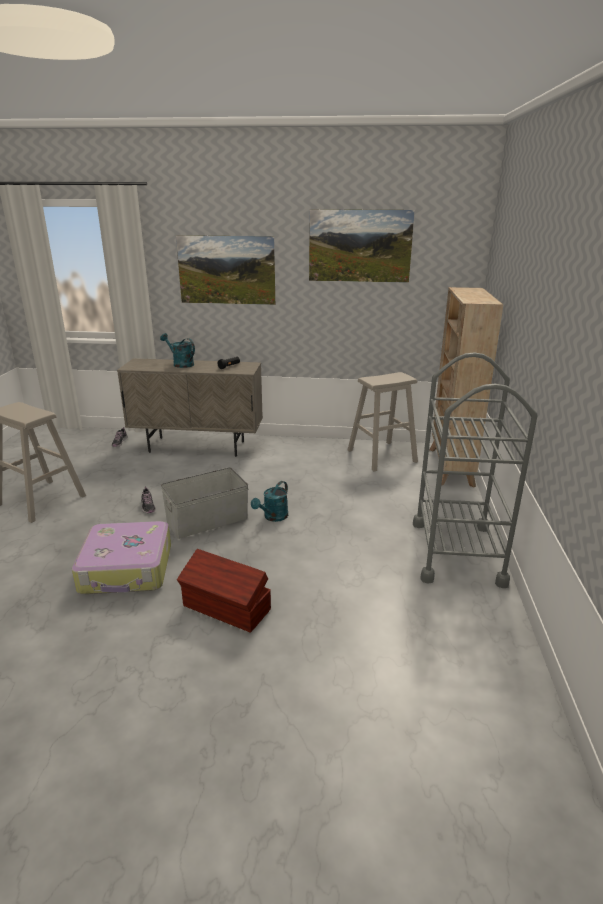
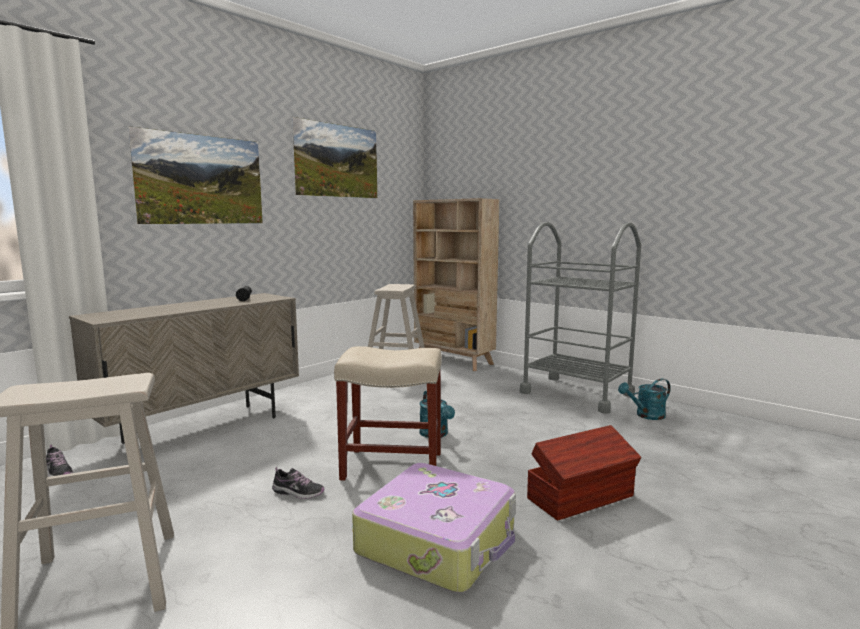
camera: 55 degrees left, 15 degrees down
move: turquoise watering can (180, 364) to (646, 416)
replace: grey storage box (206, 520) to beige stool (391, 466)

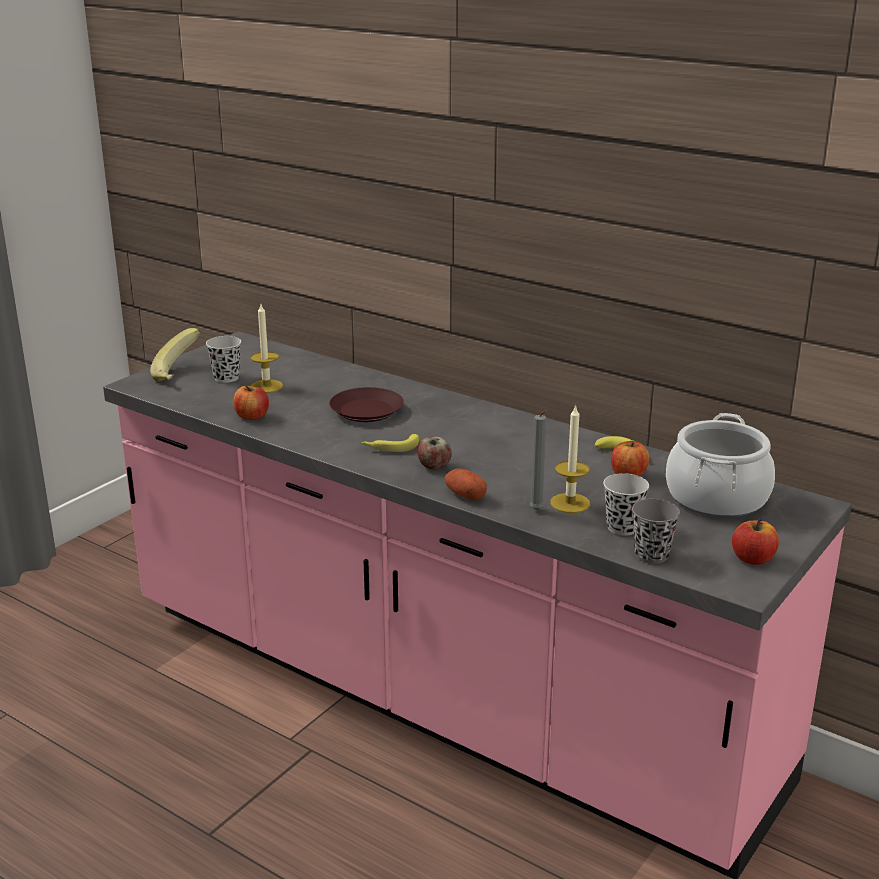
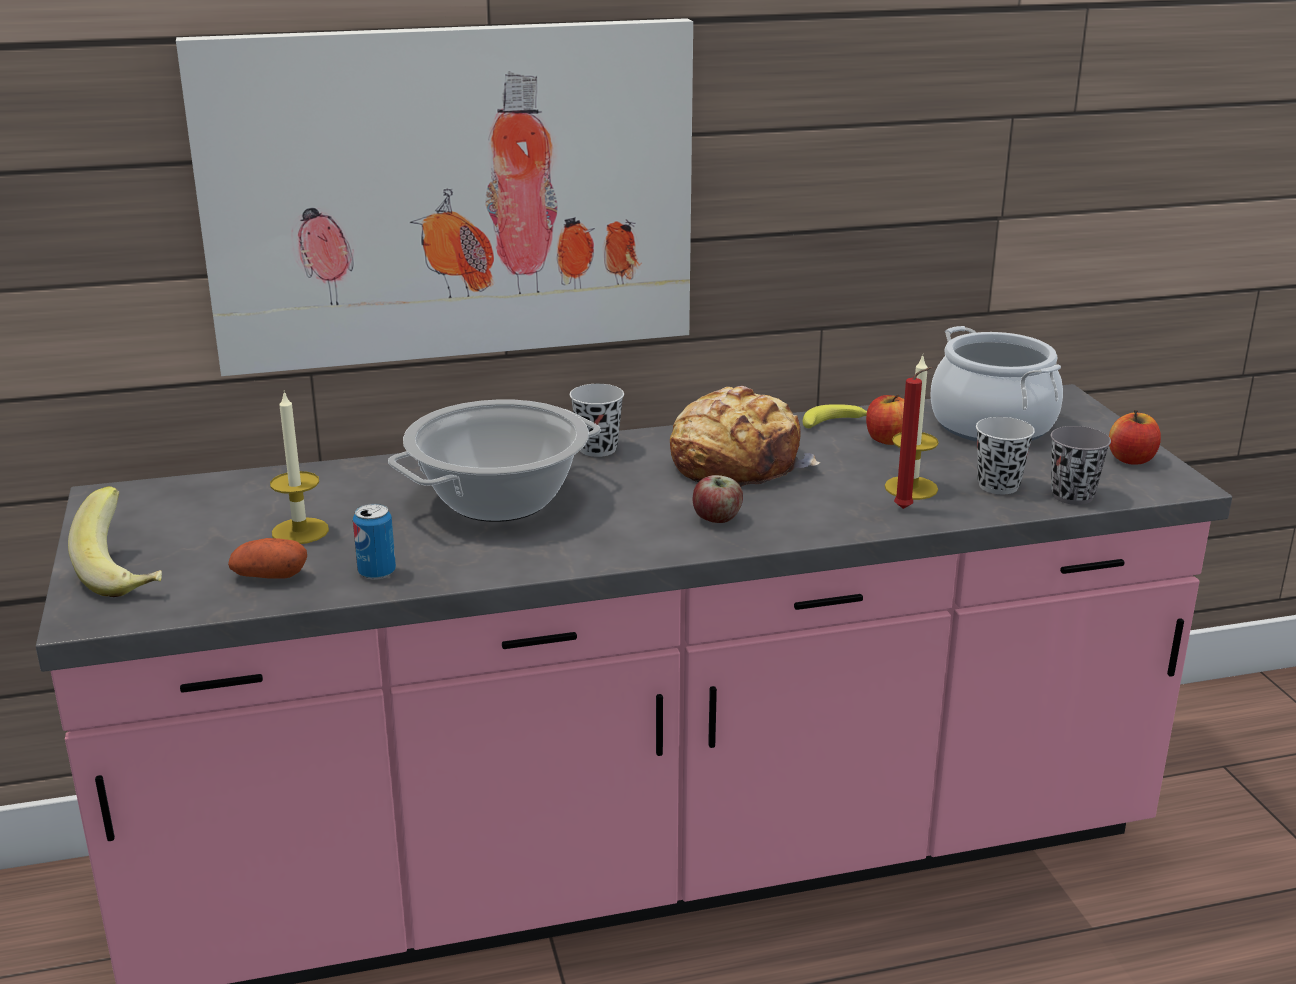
camera: 50 degrees left, 0 degrees up
delete: banana (390, 447)
insert: picture (452, 195); bread (736, 462)
move: black cup (226, 378) to (597, 449); potato (465, 495) to (269, 576)
replace: apple (252, 416) to can (377, 572); brown plate (367, 411) to cooking pot (499, 500)
recolor: grey candle (537, 511) to red candle (906, 509)

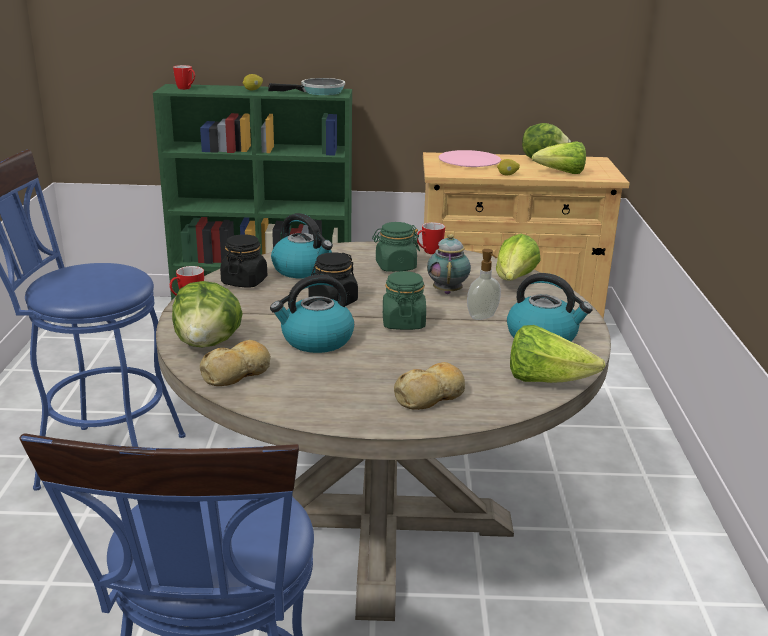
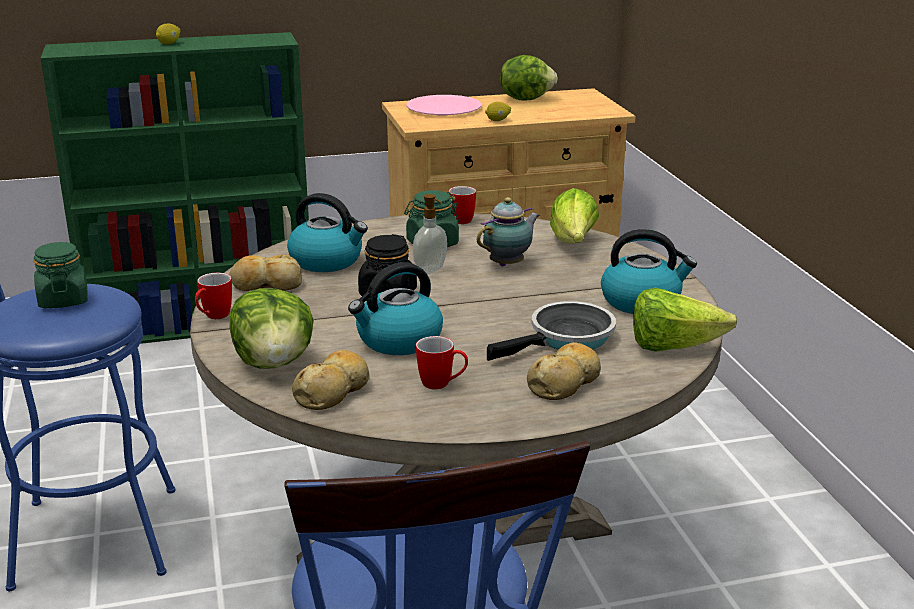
camera: 15 degrees left, 0 degrees up
delete: lettuce (561, 173)
move: mug (186, 89) to (442, 385); frying pan (319, 92) to (566, 339); green jar (403, 323) to (63, 300); soap dispenser (483, 317) to (431, 270)
replace: black jar (244, 281) to bread (266, 284)
rotate: teapot (447, 291) = (508, 264) 60 degrees clockwise

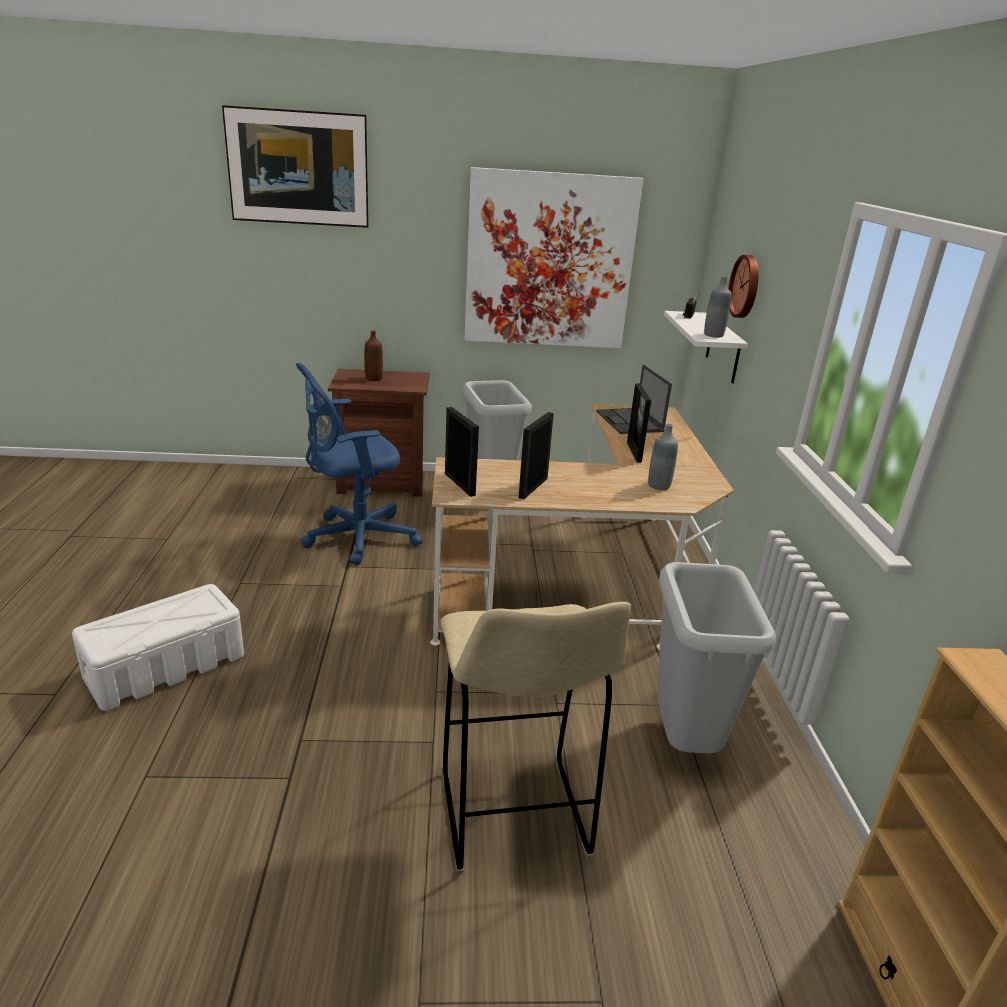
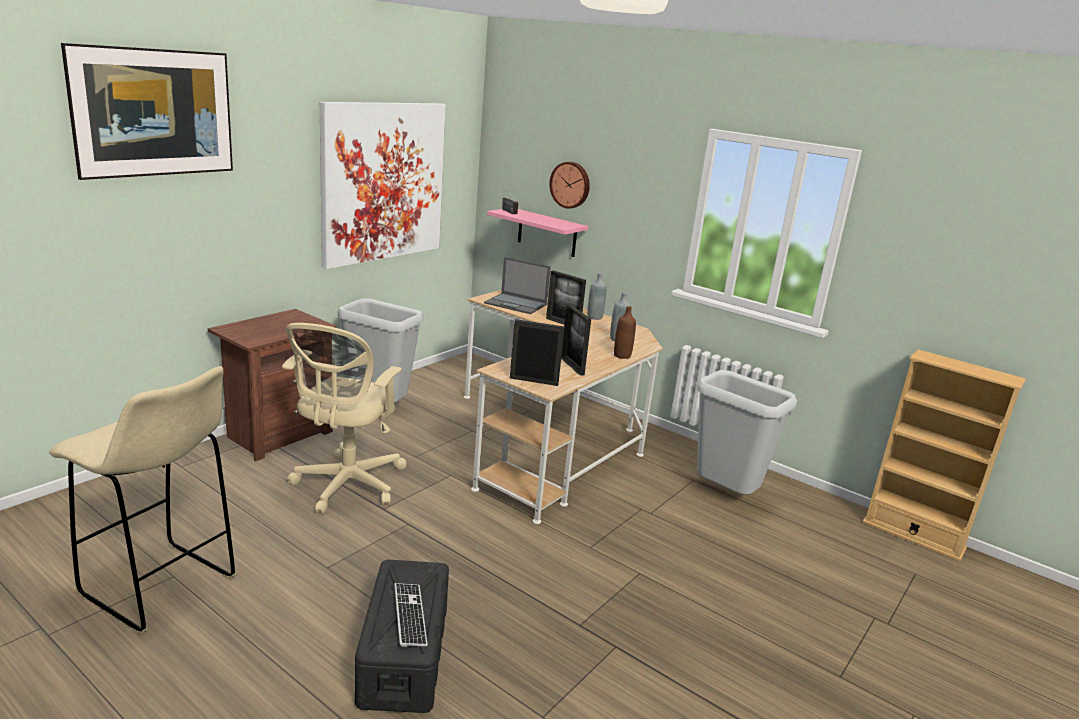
camera: 50 degrees left, 5 degrees down
insert: keyboard (410, 616)
move: brown bottle (373, 378) to (622, 355); beige stool (514, 819) to (161, 588); grey bottle (713, 335) to (594, 317)
recolor: white storage box (167, 666) to black storage box (404, 654); blue office chair (355, 538) to beige office chair (346, 486); white shelf (723, 348) to pink shelf (547, 232)

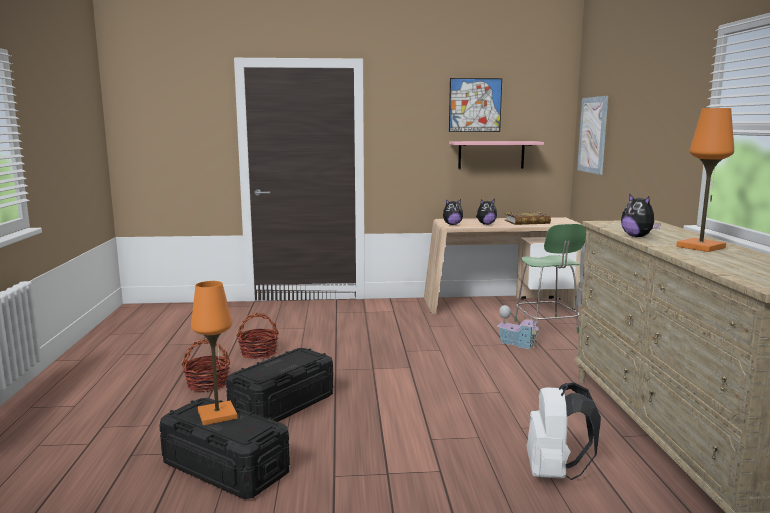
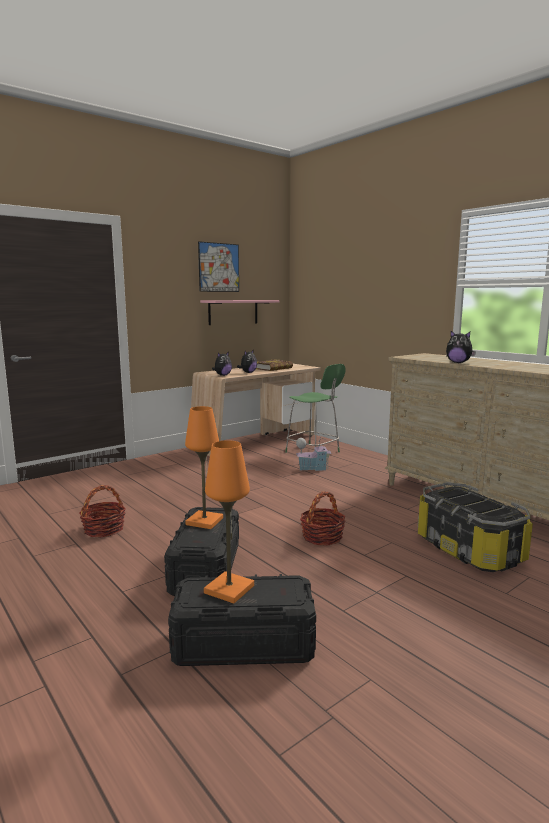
camera: 35 degrees left, 0 degrees up
delete: picture (592, 135)
move: basket (207, 384) to (322, 537); orange table lamp (700, 247) to (204, 521)
replace: white backpack (555, 473) to storage box (469, 549)

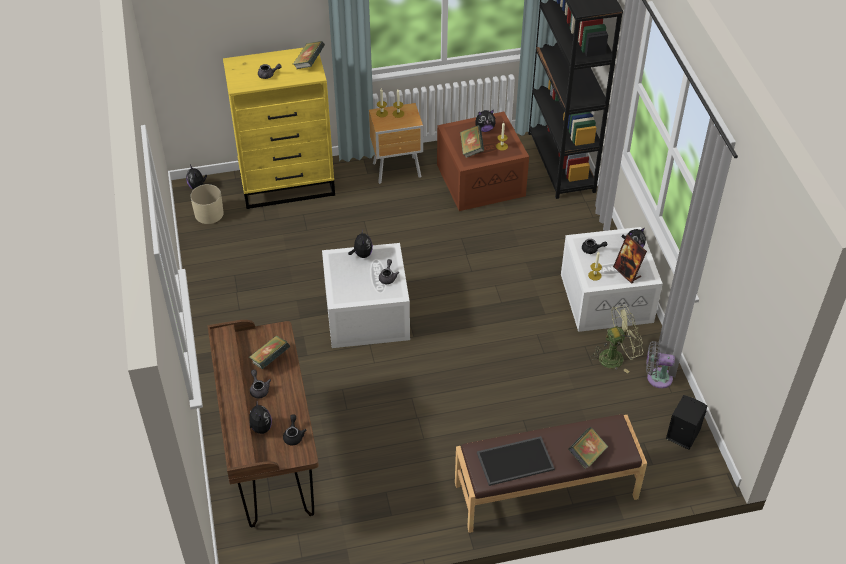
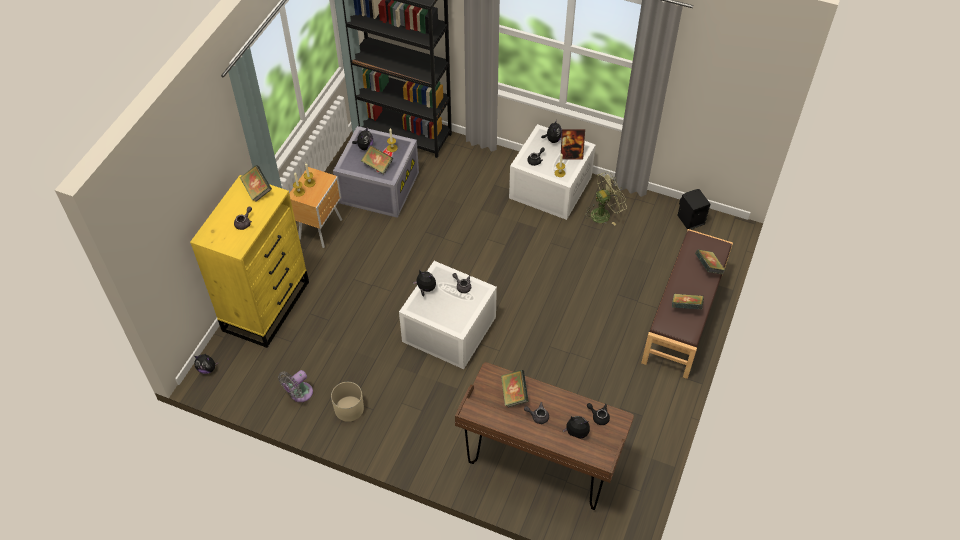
camera: 55 degrees left, 5 degrees up
move: beige planter (209, 214) to (349, 408); grey fan (656, 377) to (299, 394)
replace: tray (515, 460) to book (686, 307)
recolor: brown storage box (481, 179) to grey storage box (378, 186)
rotate: green fan (616, 357) = (603, 213) 45 degrees clockwise

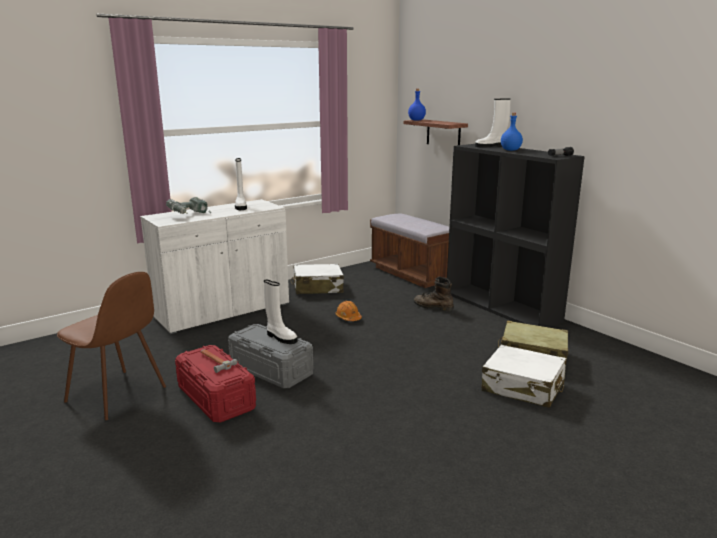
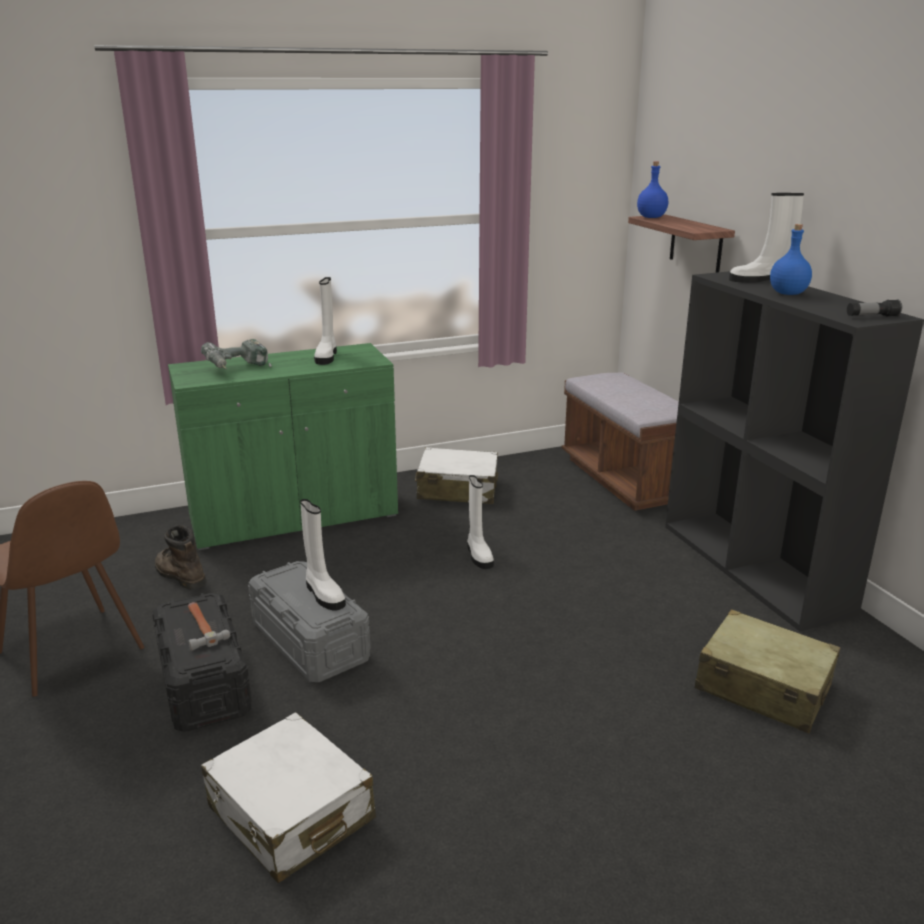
camera: 15 degrees right, 5 degrees up
move: brown boot (432, 307) to (179, 575); white suitcase (523, 387) to (291, 814)
replace: orange hard hat (348, 318) to white boot (478, 555)
recolor: white cabinet (223, 311) to green cabinet (294, 517); red storage box (216, 398) to black storage box (204, 682)

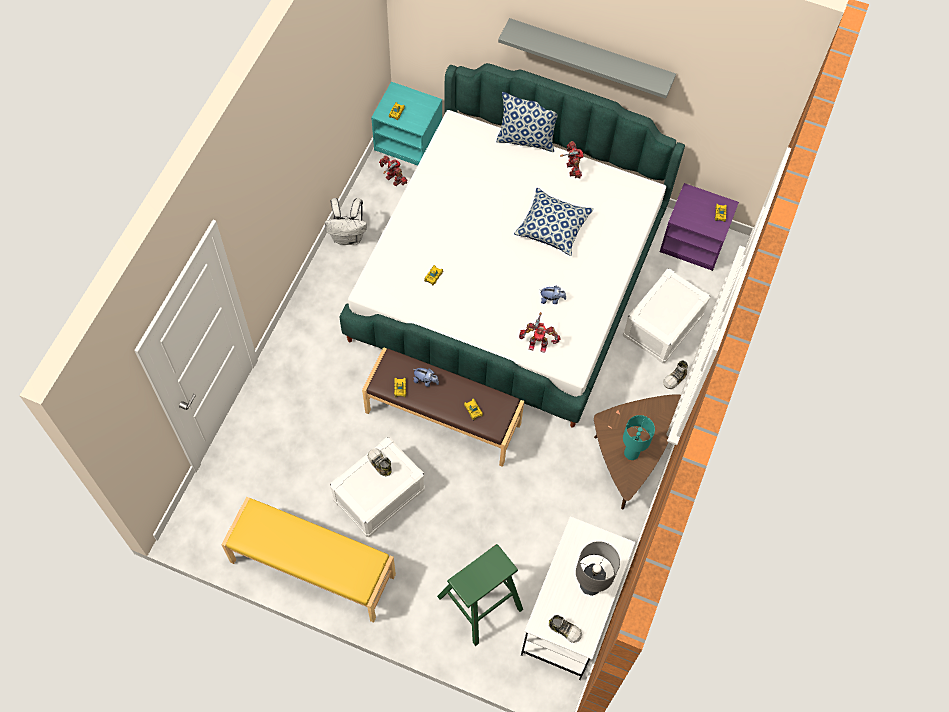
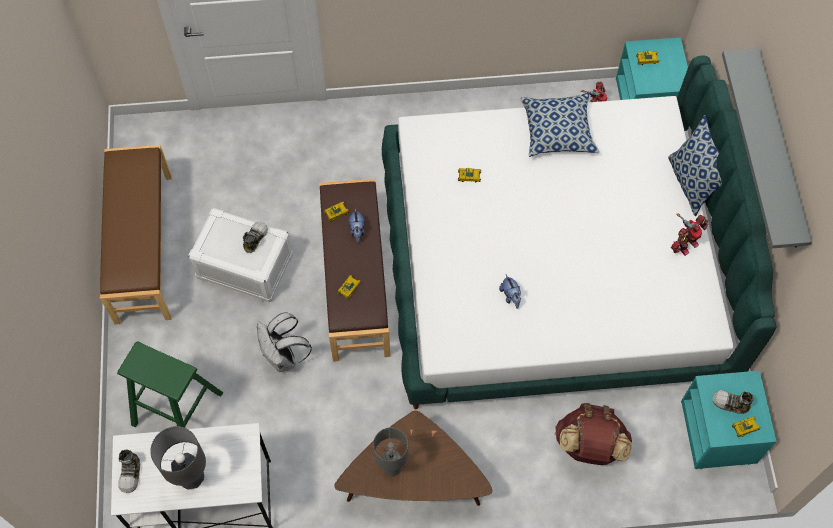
camera: 65 degrees right, 0 degrees up
delete: toy robot (538, 344)
move: white backpack (348, 237) to (284, 357); pillow (553, 227) to (558, 132); shoe (675, 378) to (730, 404)
replace: white storage box (662, 326) to brown backpack (589, 446)
recolor: yellow bench (312, 569) to brown bench (143, 248); turquoise table lamp (631, 453) to grey table lamp (391, 468); purple nightstand (694, 242) to turquoise nightstand (719, 433)

